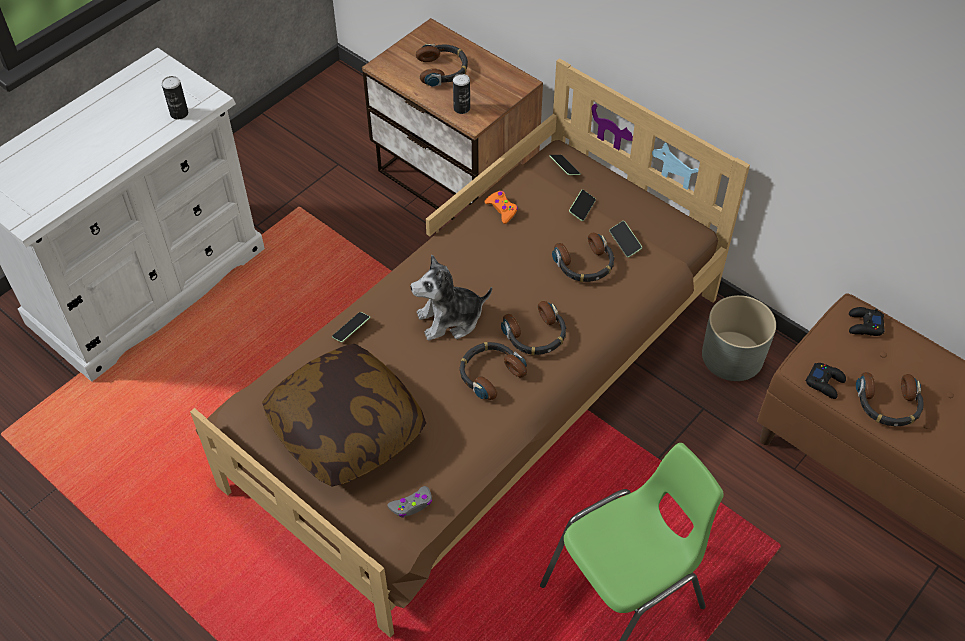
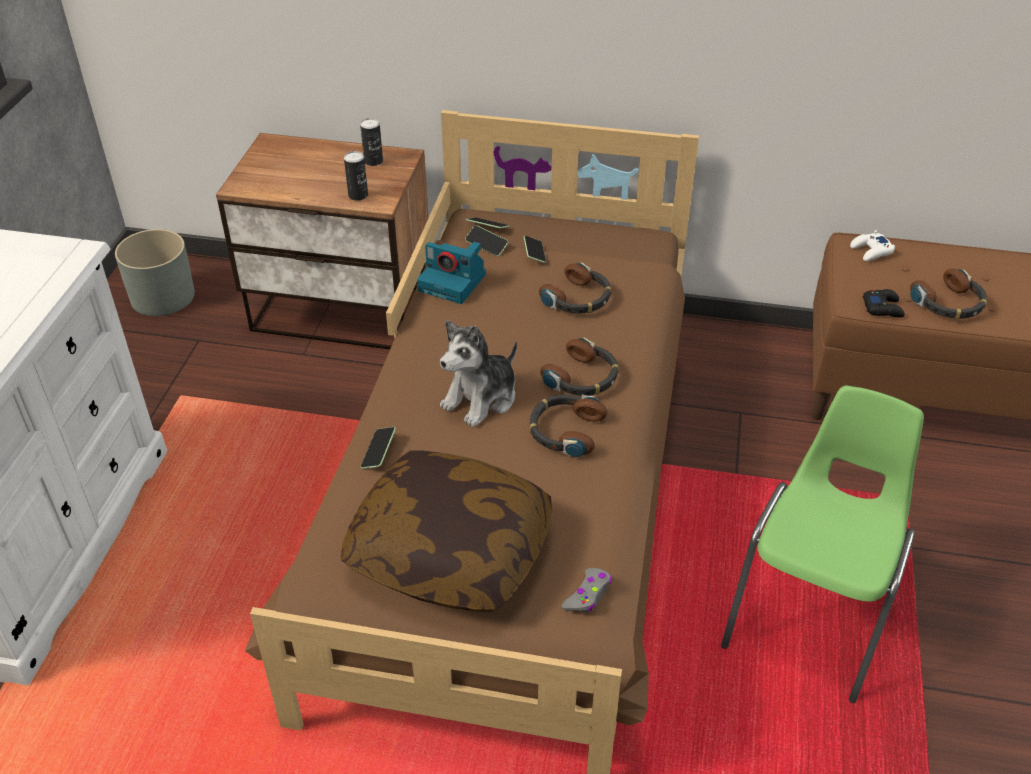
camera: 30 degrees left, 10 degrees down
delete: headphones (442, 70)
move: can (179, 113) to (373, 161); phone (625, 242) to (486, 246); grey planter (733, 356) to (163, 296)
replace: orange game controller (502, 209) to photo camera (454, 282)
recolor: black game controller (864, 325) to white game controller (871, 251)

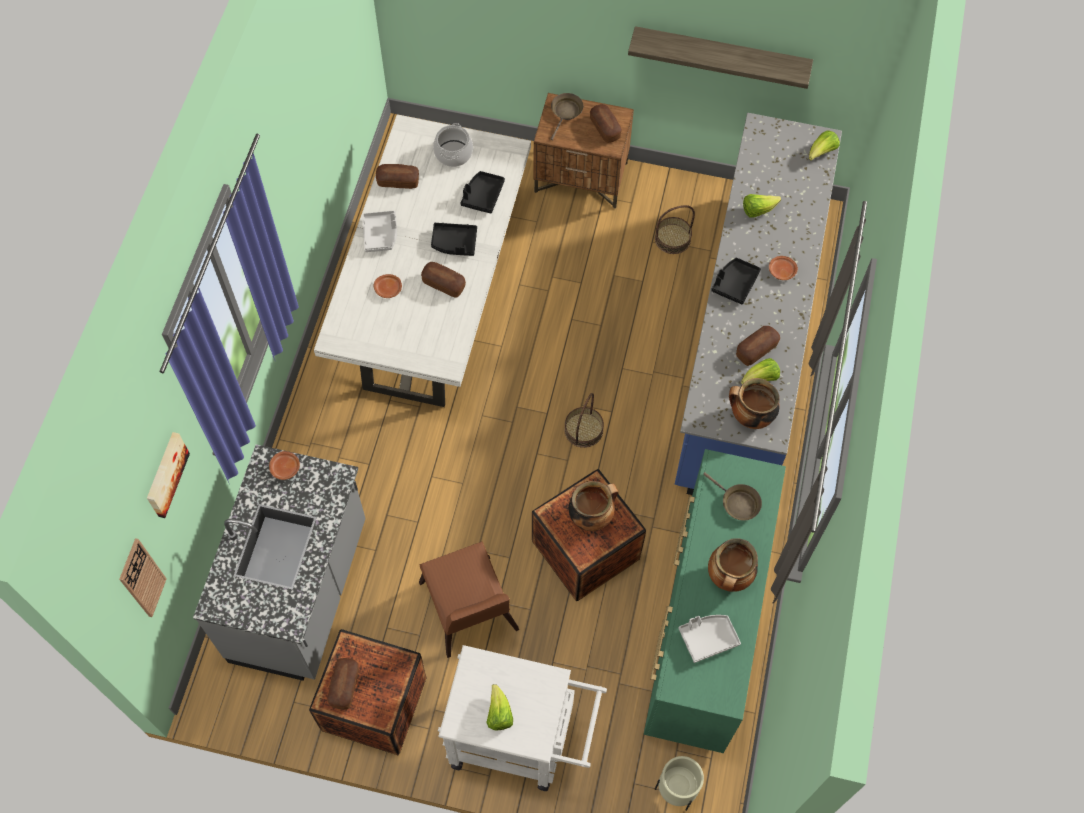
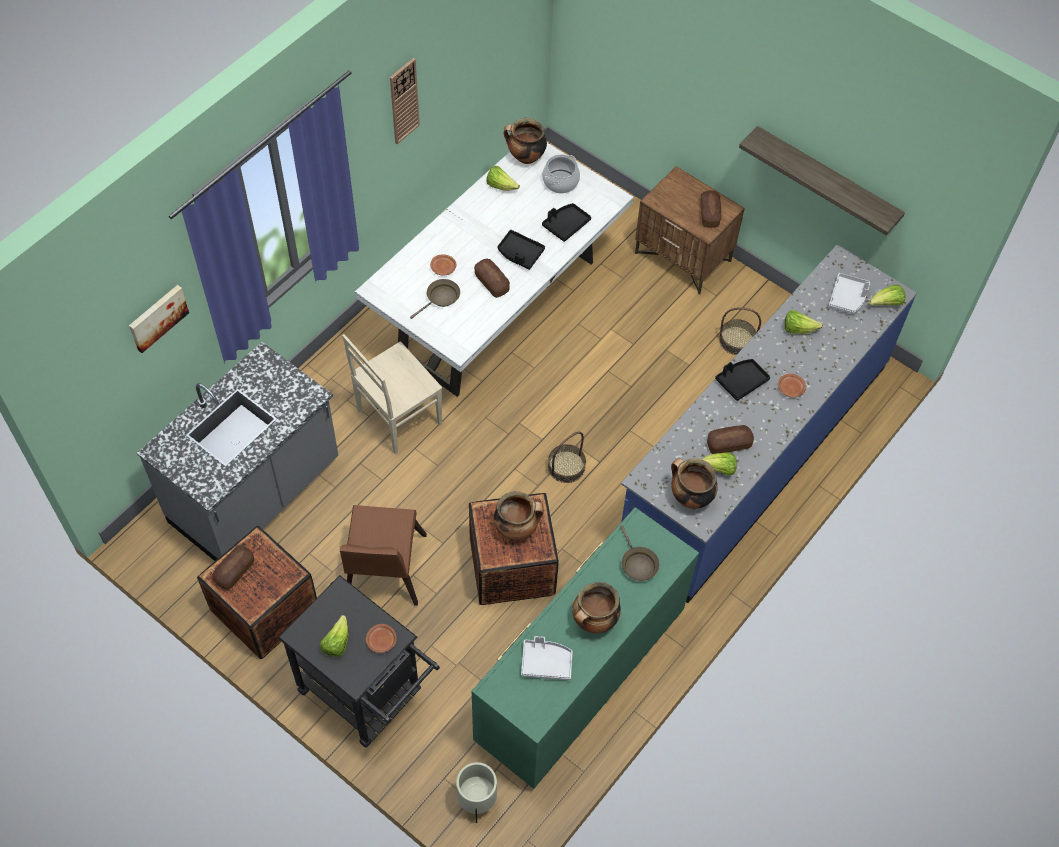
camera: 25 degrees right, 5 degrees down
insert: beige chair (397, 418); cooking pot (525, 157)
move: wall clock (142, 578) to (404, 101); brown plate (285, 468) to (381, 641); grey tray (380, 234) to (848, 298); brown frying pan (566, 112) to (441, 298)
replace: bread (398, 181) to lettuce (501, 186)
recolor: white cart (520, 740) to black cart (367, 696)

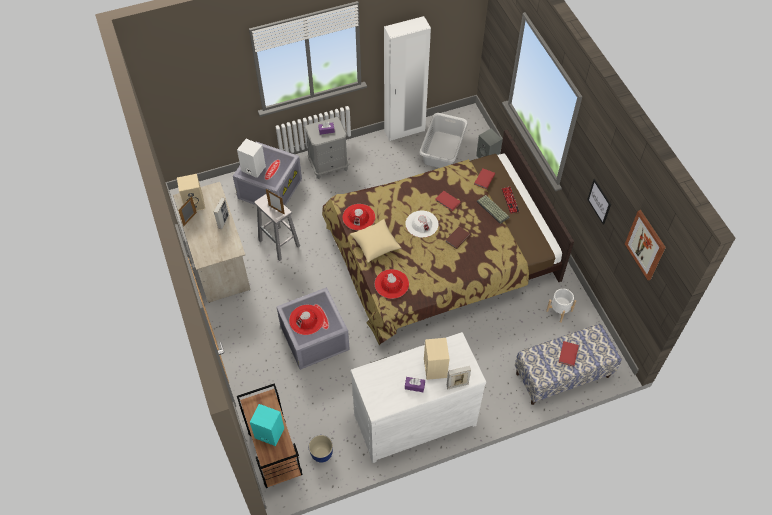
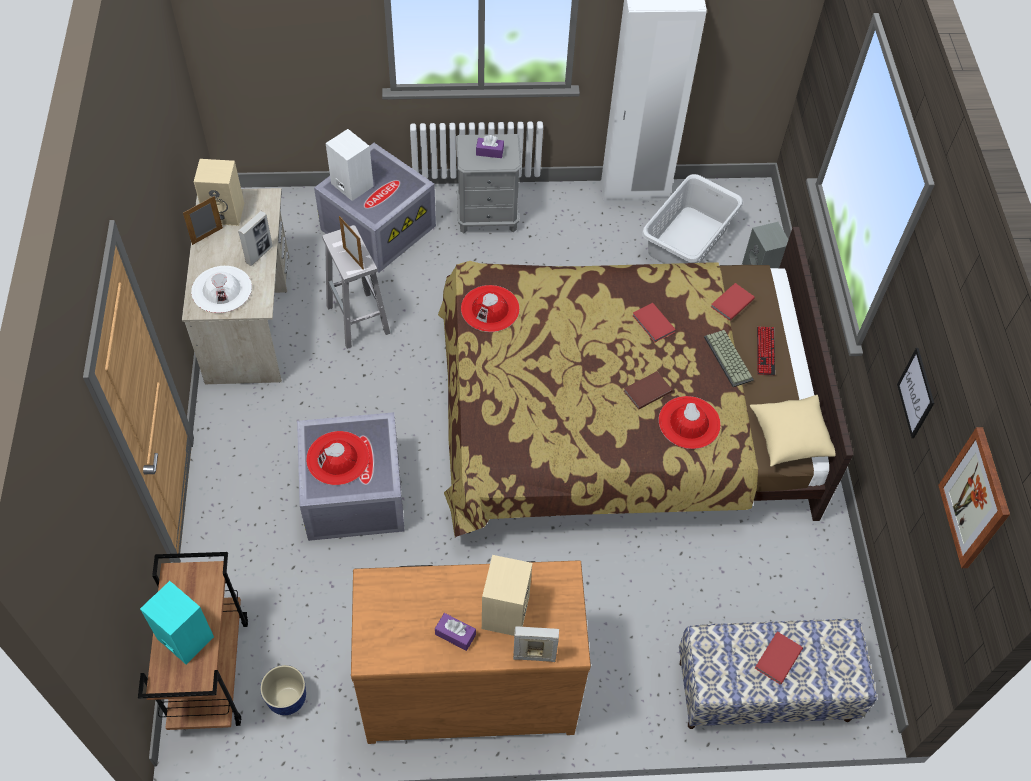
camera: 15 degrees right, 0 degrees up
delete: white planter (559, 311)
move: beige pillow (375, 245) to (790, 438); red hat (391, 284) to (689, 422); white hat (421, 224) to (222, 289)
recolor: white dresser (413, 418) to brown dresser (468, 686)

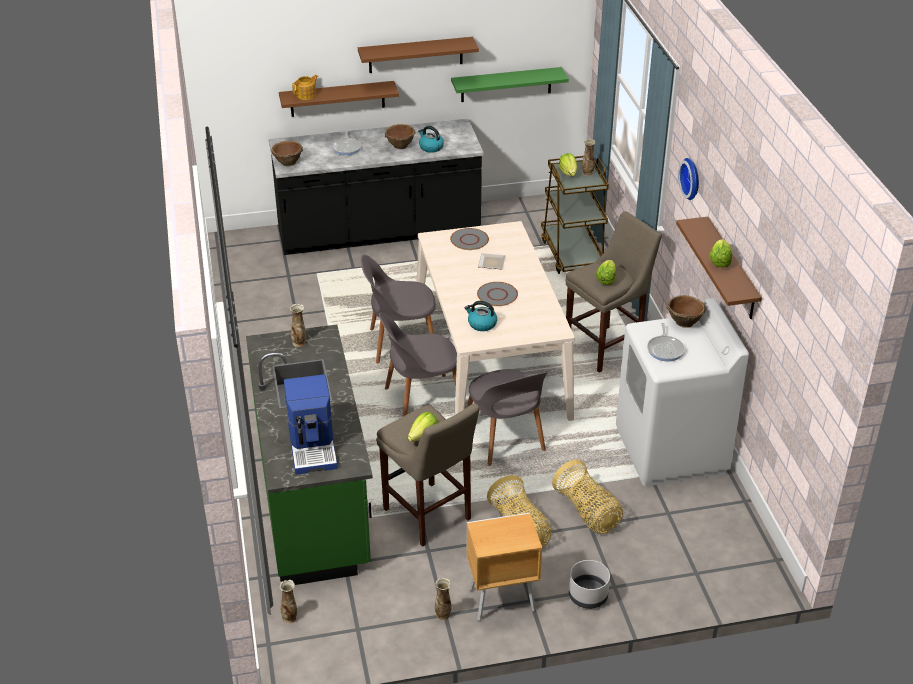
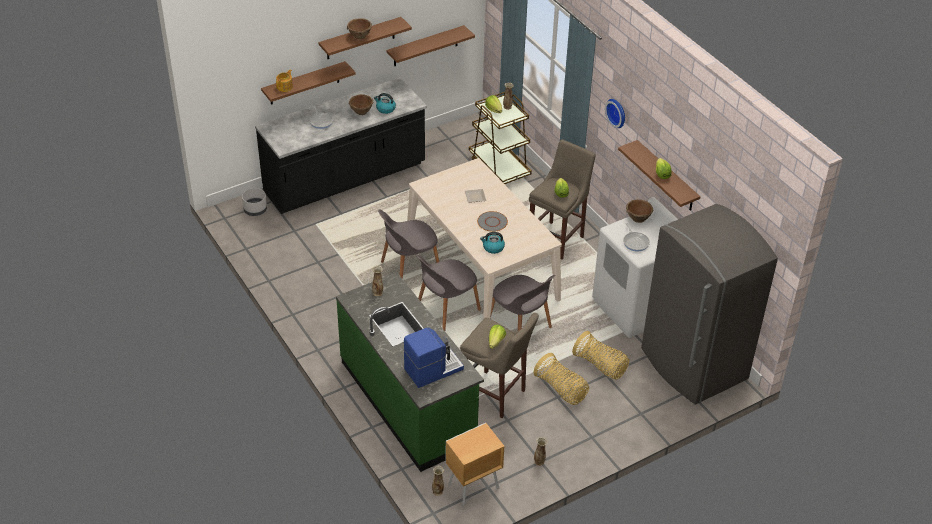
camera: 20 degrees left, 5 degrees up
delete: grey plate (469, 240)
insert: grey fridge (693, 365)
move: brown bowl (287, 162) to (359, 36); brown nightstand (500, 600) to (472, 487); grey planter (587, 596) to (255, 210)
recolor: green shelf (506, 84) to brown shelf (425, 46)
rotate: coffee machine (313, 446) = (432, 369) 90 degrees counterclockwise

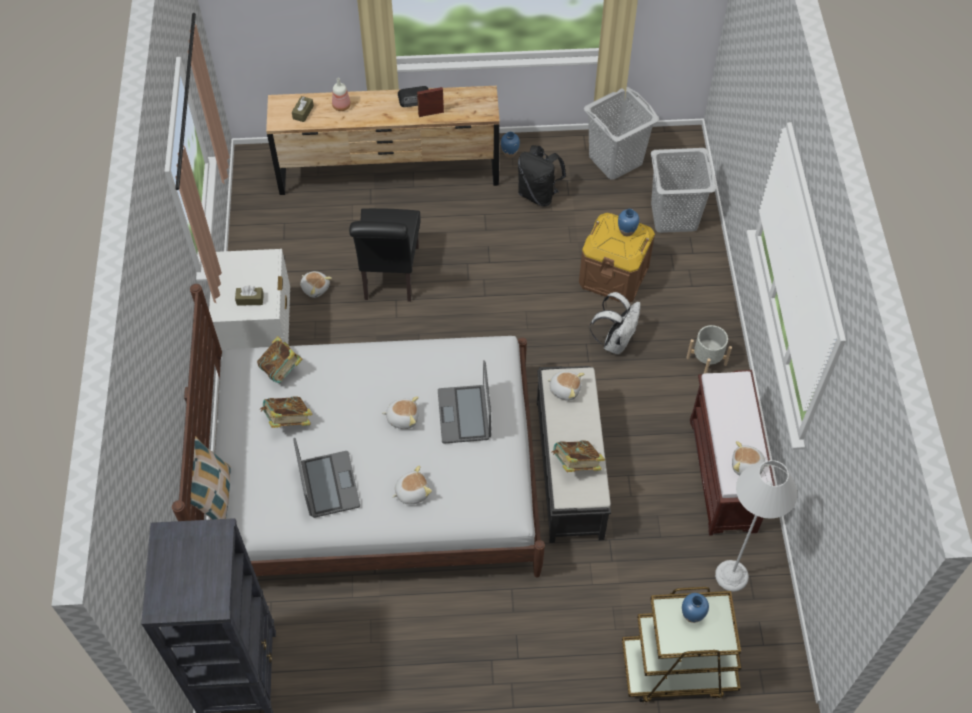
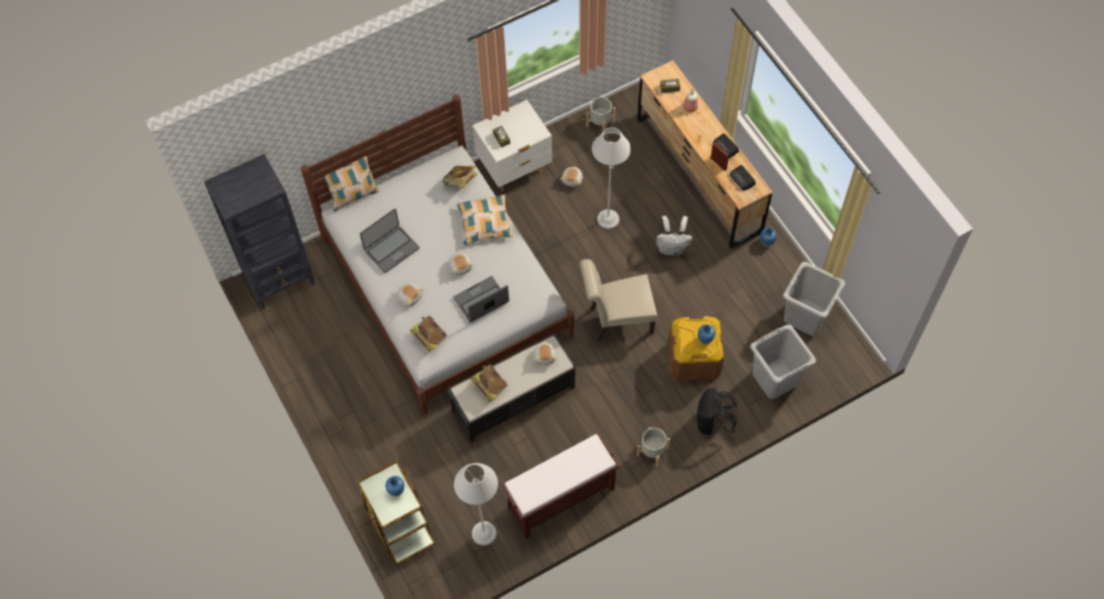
camera: 65 degrees right, 5 degrees up
delete: plush toy (746, 466)
insert: pillow (485, 223); beige chair (617, 321); grey planter (600, 123); radio (742, 179)
move: book (288, 421) to (429, 338); black backpack (538, 194) to (712, 422); white backpack (615, 341) to (672, 248)
replace: black chair (390, 277) to grey floor lamp (608, 219)

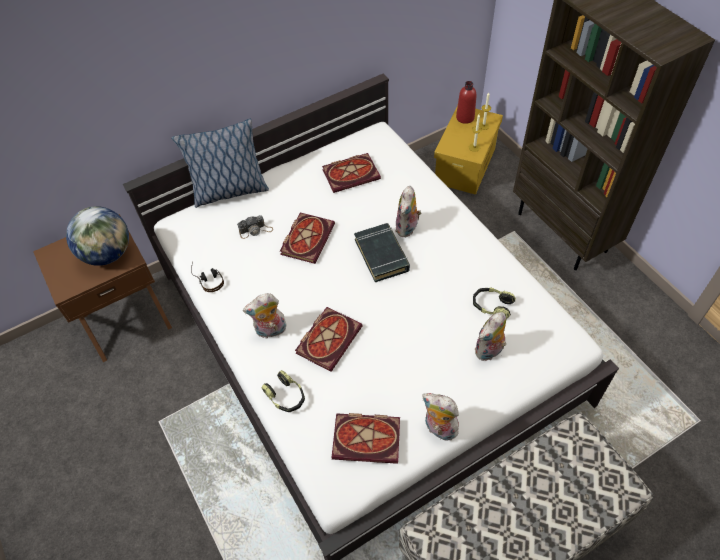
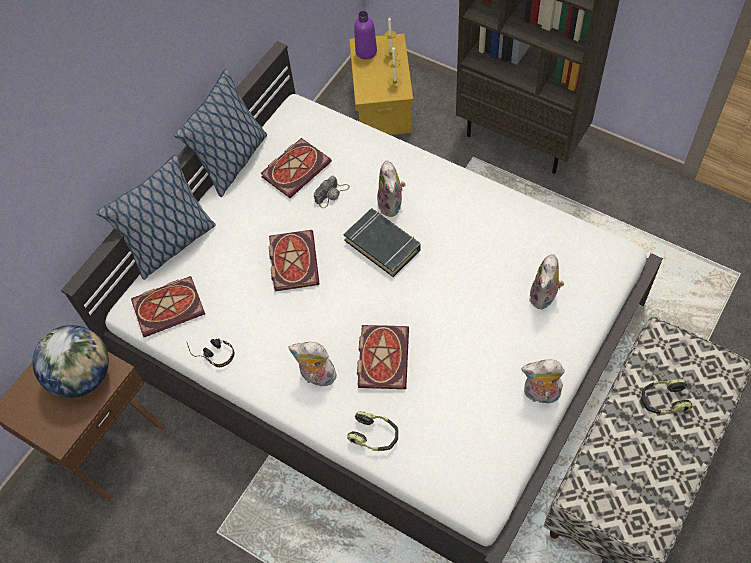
camera: 25 degrees left, 5 degrees up
insert: pillow (232, 162)
move: photo camera (256, 230) to (332, 194); book (368, 438) to (170, 306); headphones (492, 306) to (663, 401)
recolor: red bottle (465, 117) to purple bottle (366, 51)
rotate: plush toy (270, 331) = (316, 377) 60 degrees clockwise

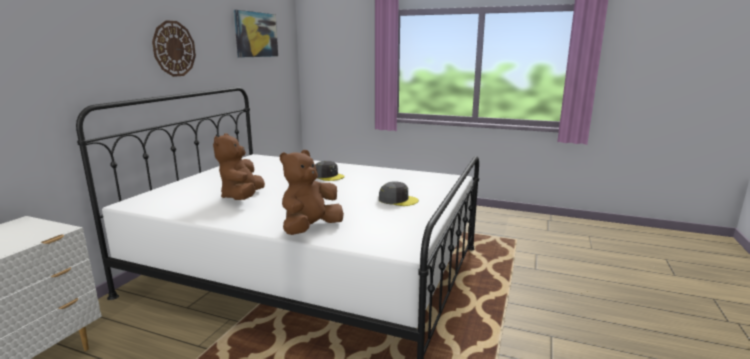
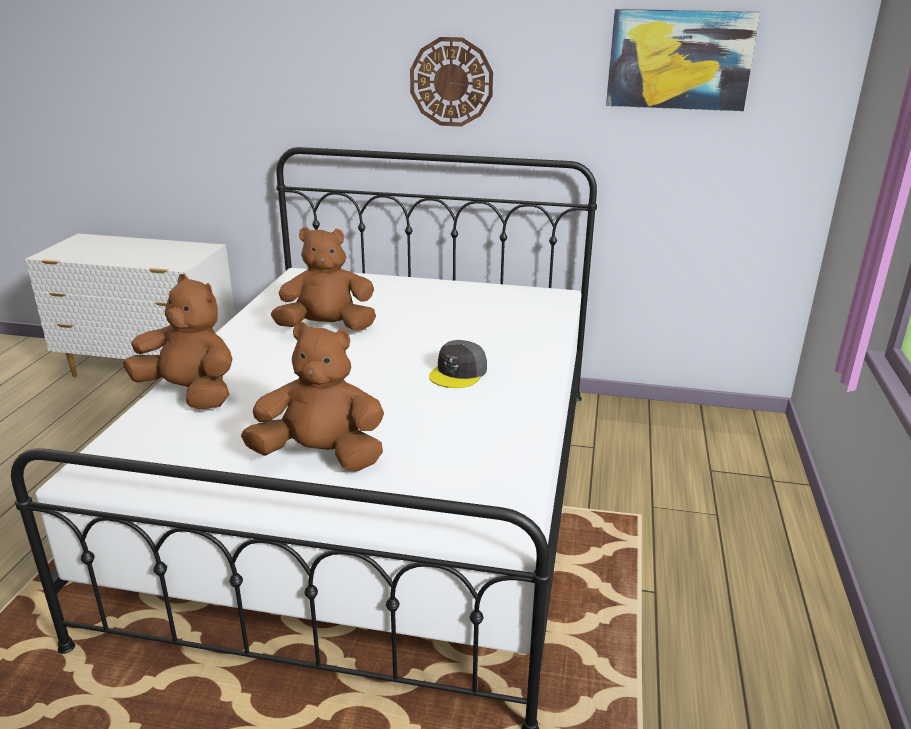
camera: 80 degrees right, 10 degrees up
replace: grey cap (398, 200) to brown plush toy (321, 456)

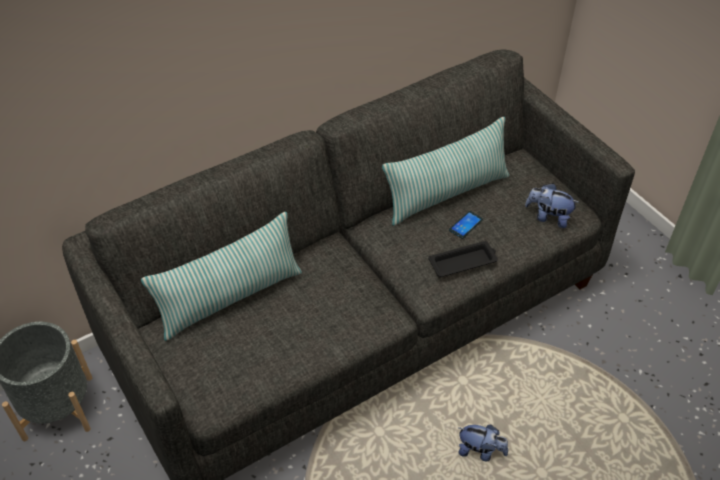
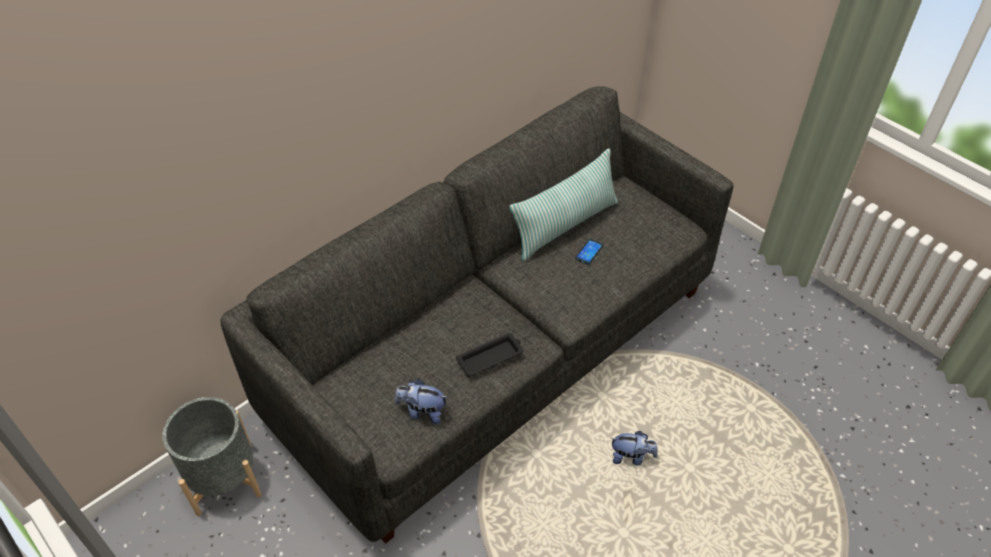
camera: 10 degrees left, 0 degrees up
delete: pillow (230, 298)
move: black tray (464, 262) to (491, 357); plush toy (548, 217) to (422, 412)

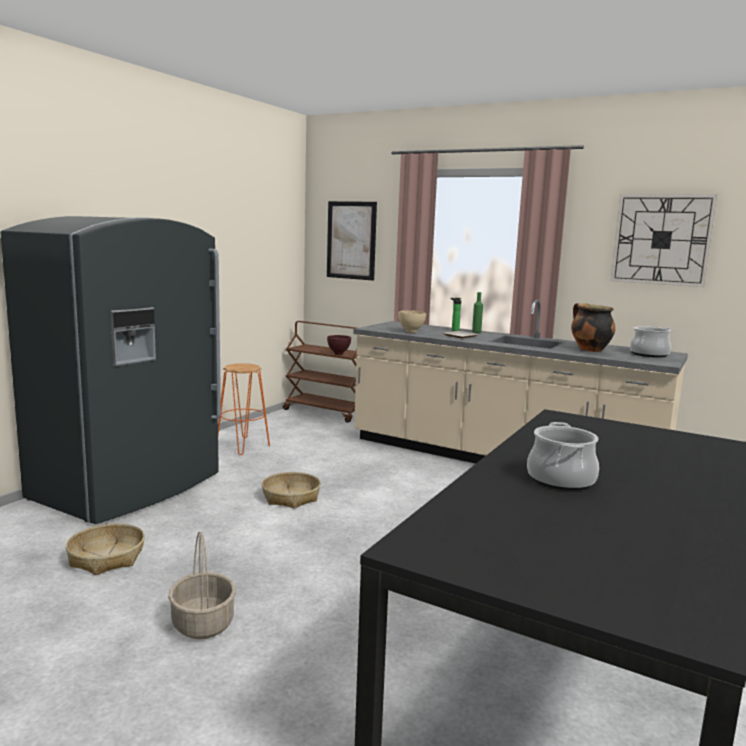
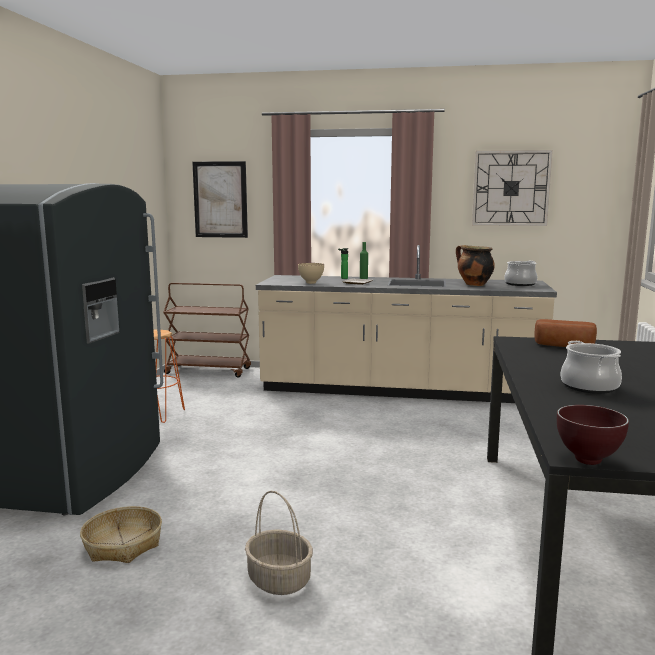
camera: 20 degrees left, 0 degrees up
delete: basket (291, 497)
insert: bread (564, 346)
move: brown bowl (338, 354) to (587, 461)

